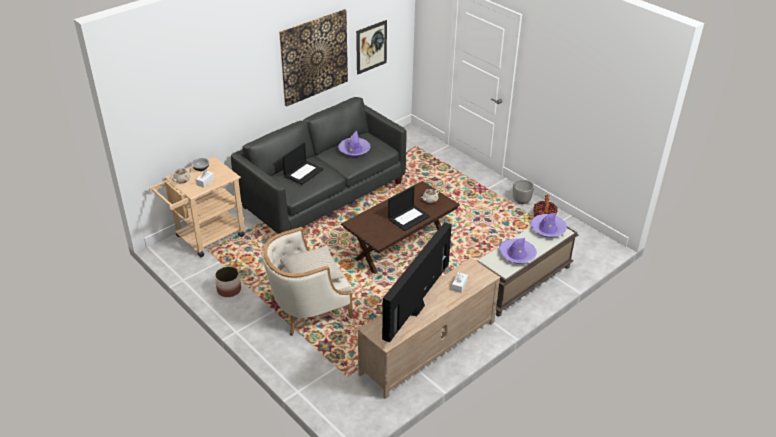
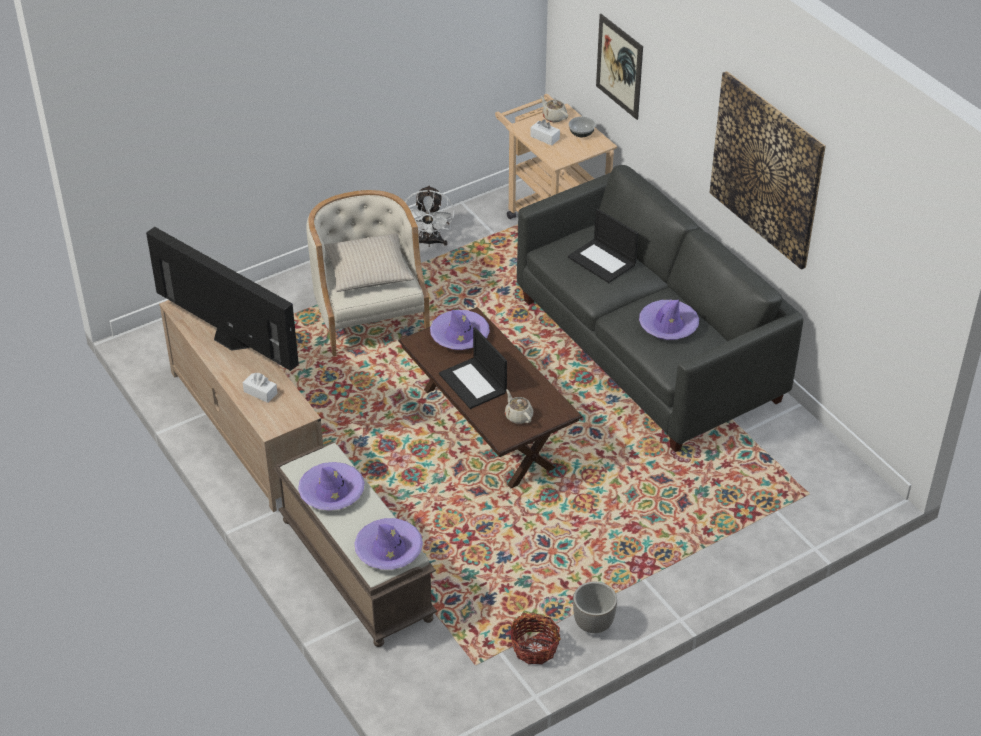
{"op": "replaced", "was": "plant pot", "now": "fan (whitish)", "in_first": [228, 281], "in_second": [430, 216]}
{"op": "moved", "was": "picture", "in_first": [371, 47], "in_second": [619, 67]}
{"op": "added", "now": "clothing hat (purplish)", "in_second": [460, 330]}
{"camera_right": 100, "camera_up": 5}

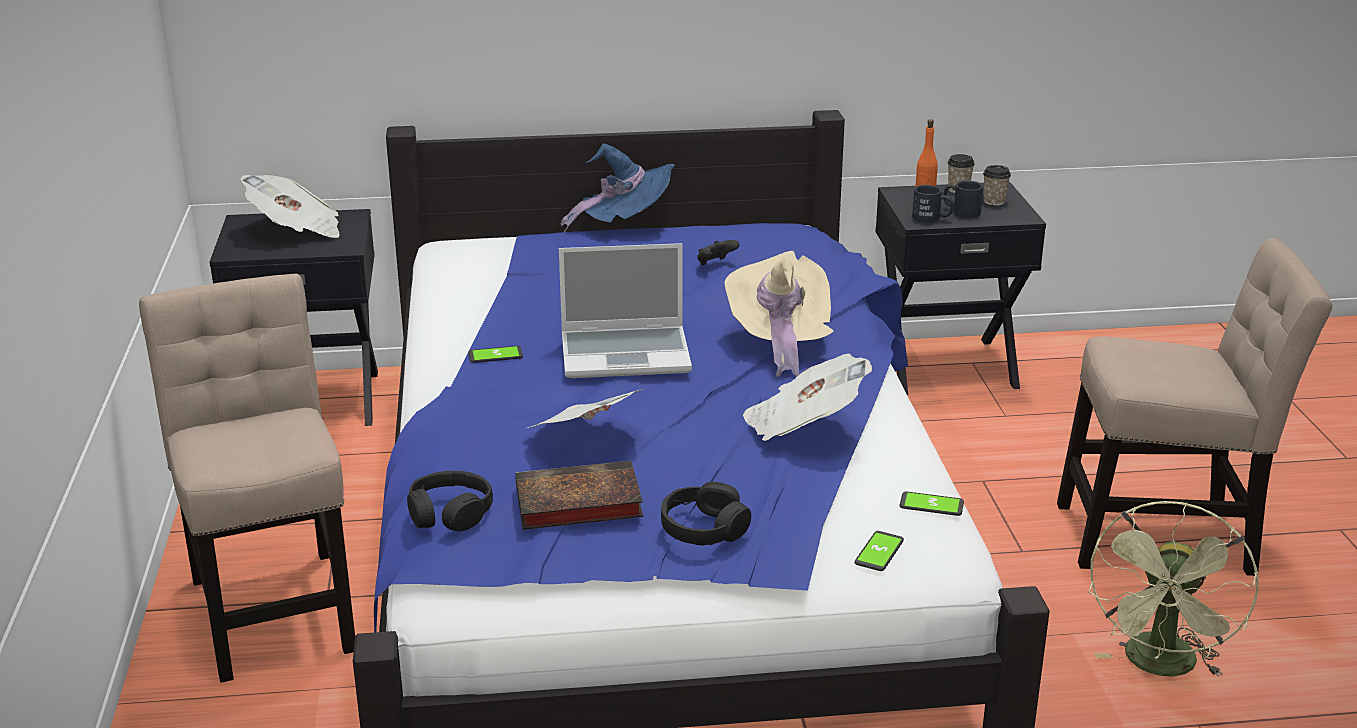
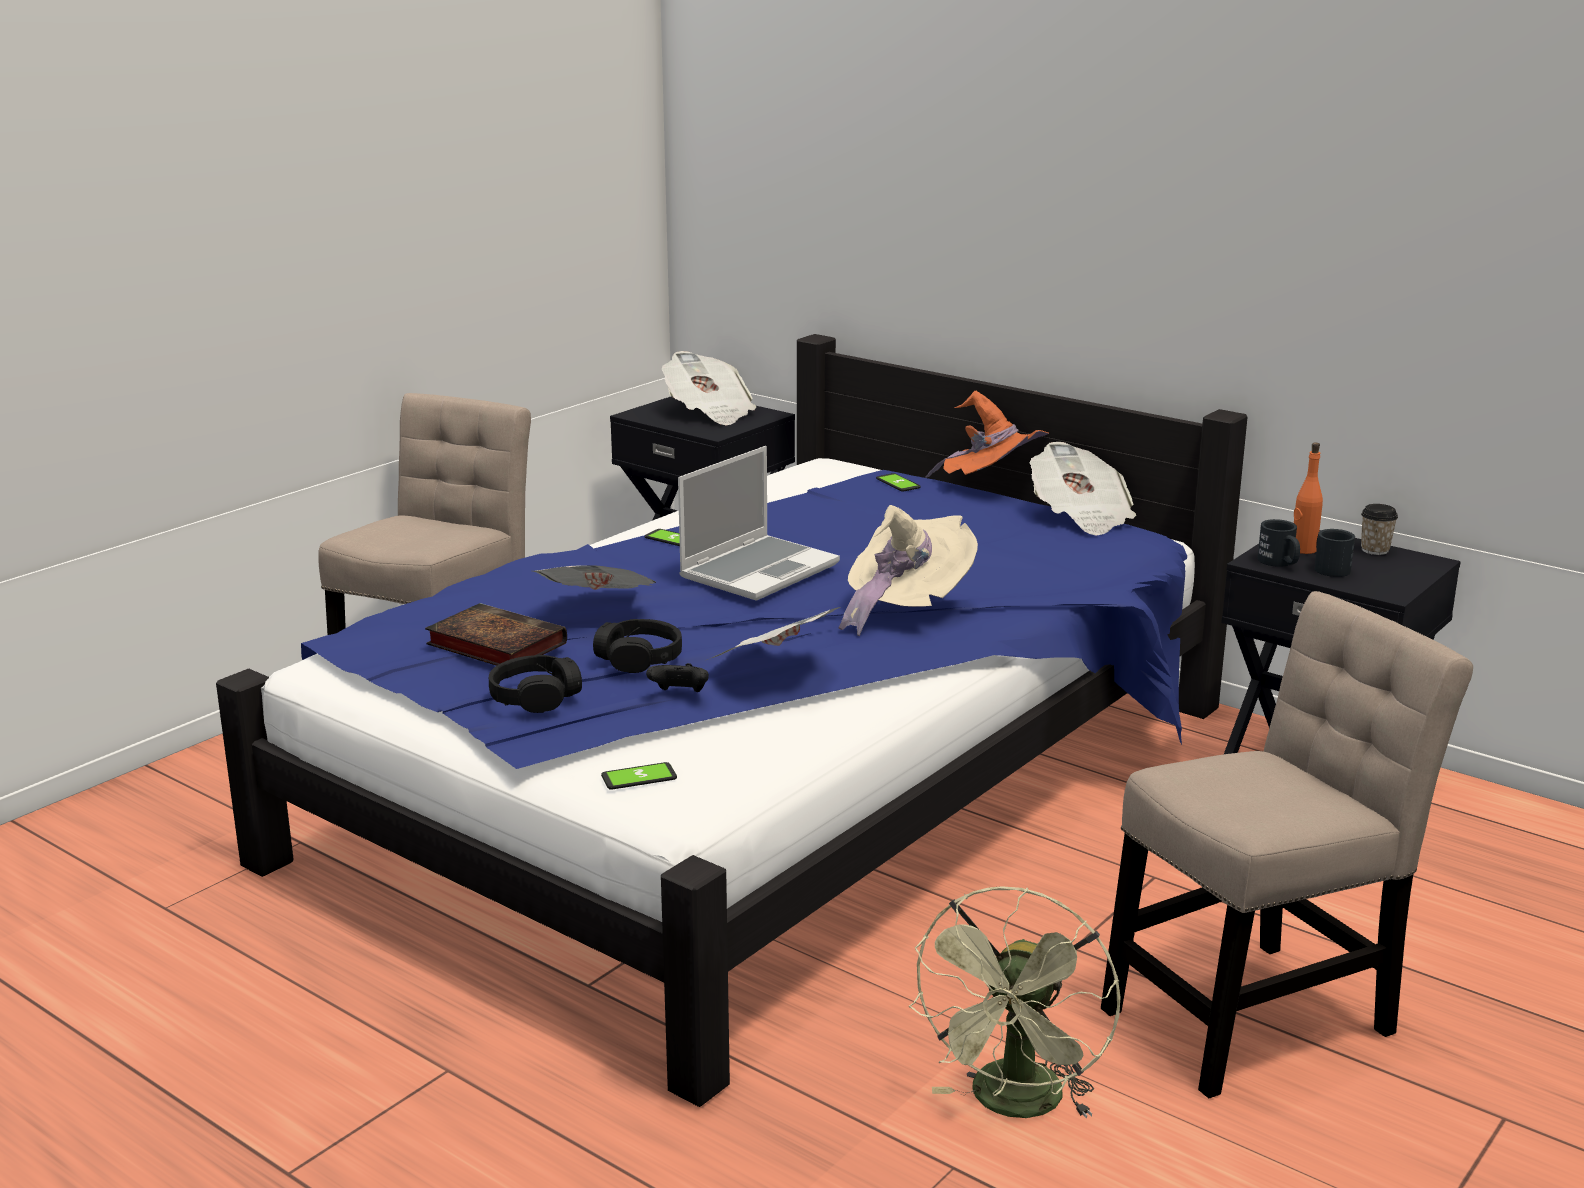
{"op": "moved", "was": "headset (black)", "in_first": [450, 501], "in_second": [637, 646]}
{"op": "turned", "was": "notebook computer", "in_first": [625, 310], "in_second": [759, 523], "clockwise": -90}
{"op": "recoloured", "was": "clothing hat (blue-coloured)", "now": "clothing hat (orange-coloured)", "in_first": [617, 188], "in_second": [987, 434]}
{"op": "moved", "was": "gamepad (black)", "in_first": [718, 252], "in_second": [677, 677]}
{"op": "moved", "was": "handset", "in_first": [932, 503], "in_second": [898, 482]}
{"op": "removed", "was": "drinking cup", "in_first": [997, 185]}
{"op": "turned", "was": "plain chair (beige-coloured)", "in_first": [1194, 407], "in_second": [1287, 844], "clockwise": -75}
{"op": "turned", "was": "fan (green-coloured)", "in_first": [1173, 589], "in_second": [1015, 1002], "clockwise": -45}
{"op": "added", "now": "printed paper", "in_second": [1083, 489]}
{"camera_right": 45, "camera_up": -5}

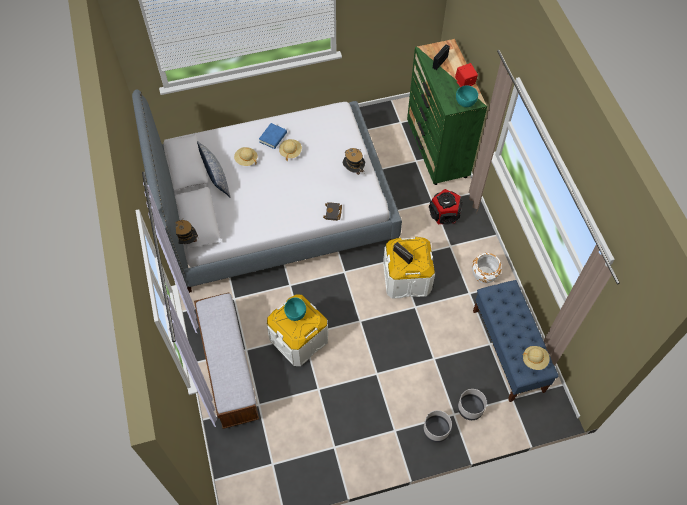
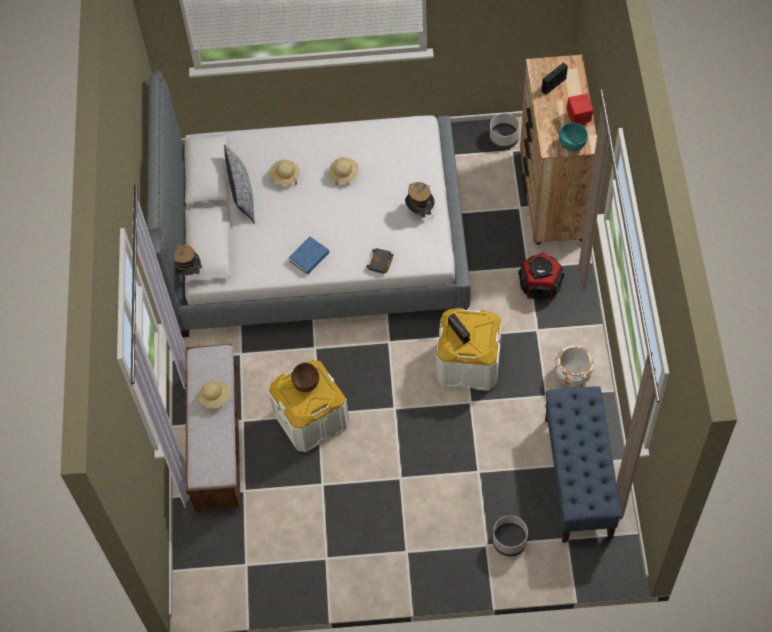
{"op": "moved", "was": "volume (blue-coloured)", "in_first": [273, 136], "in_second": [309, 255]}
{"op": "recoloured", "was": "bowl (turquoise)", "now": "bowl (brown)", "in_first": [295, 309], "in_second": [305, 377]}
{"op": "recoloured", "was": "drawer chest (green-coloured)", "now": "drawer chest (brown)", "in_first": [447, 112], "in_second": [558, 150]}
{"op": "moved", "was": "plant pot (greyish)", "in_first": [437, 426], "in_second": [504, 131]}
{"op": "moved", "was": "clothing hat (beige-coloured)", "in_first": [536, 358], "in_second": [214, 394]}
{"camera_right": 15, "camera_up": 0}

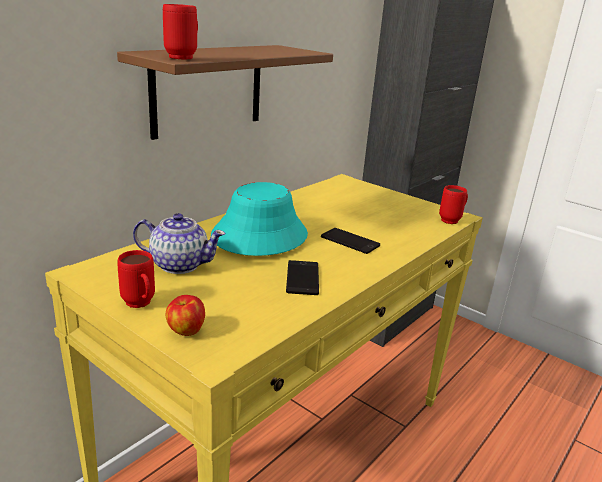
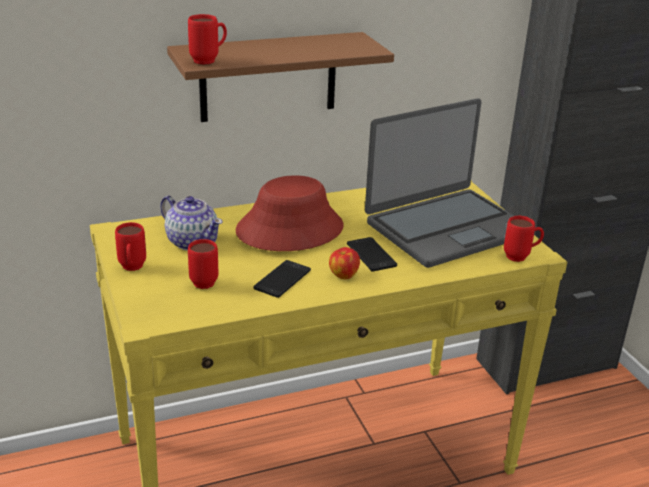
{"op": "moved", "was": "whole apple", "in_first": [185, 315], "in_second": [344, 263]}
{"op": "recoloured", "was": "clothing hat (turquoise)", "now": "clothing hat (red)", "in_first": [259, 219], "in_second": [289, 213]}
{"op": "added", "now": "mug (red)", "in_second": [203, 264]}
{"op": "added", "now": "notebook computer", "in_second": [439, 183]}
{"camera_right": 30, "camera_up": 5}

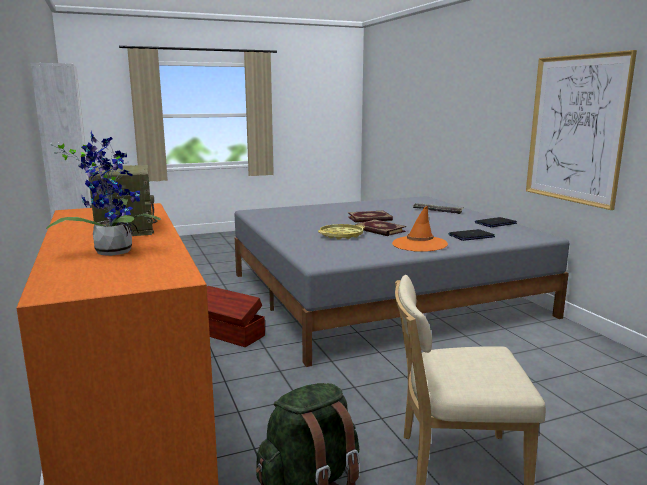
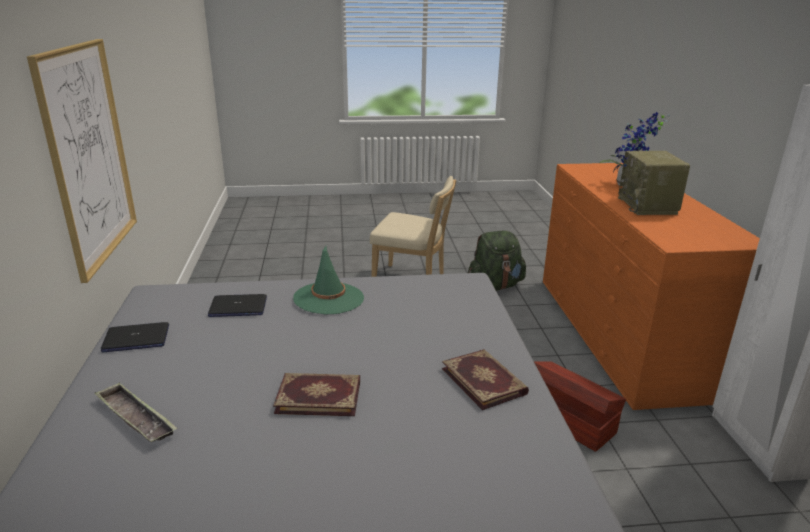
{"op": "removed", "was": "serving tray (yellow-coloured)", "in_first": [341, 232]}
{"op": "moved", "was": "volume", "in_first": [380, 227], "in_second": [485, 379]}
{"op": "recoloured", "was": "clothing hat (orange-coloured)", "now": "clothing hat (green-coloured)", "in_first": [420, 229], "in_second": [328, 280]}
{"camera_right": -165, "camera_up": 10}

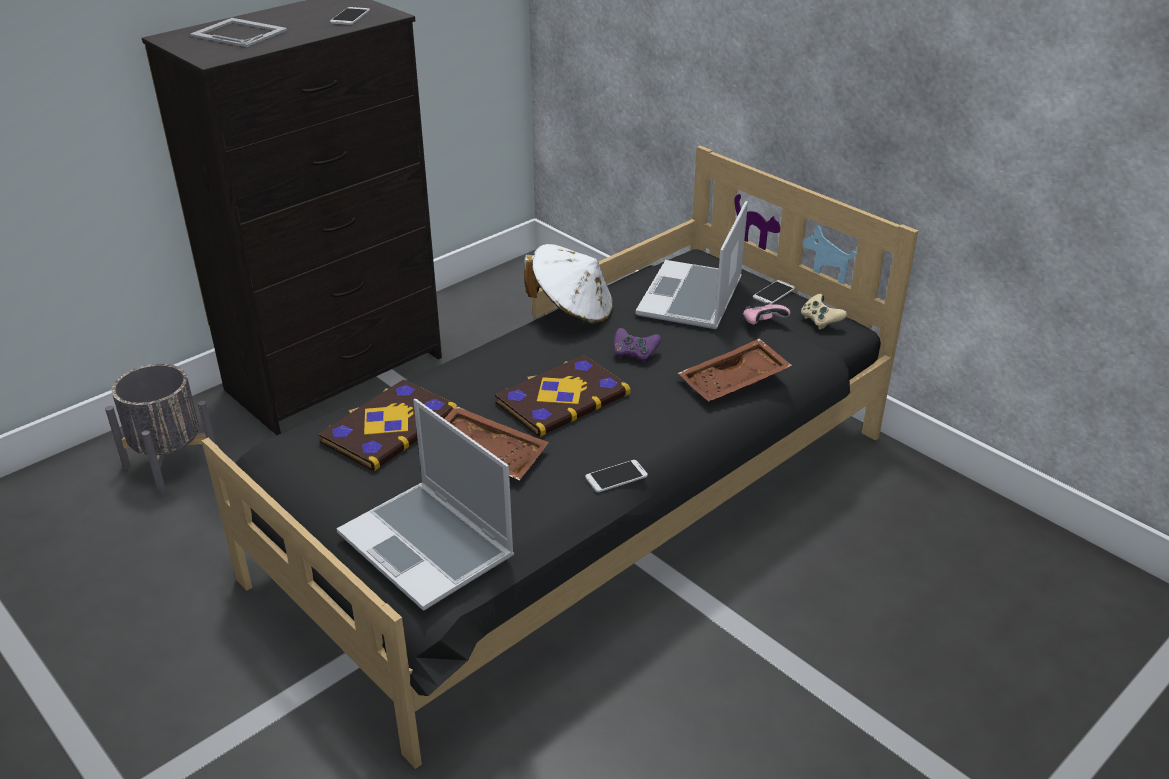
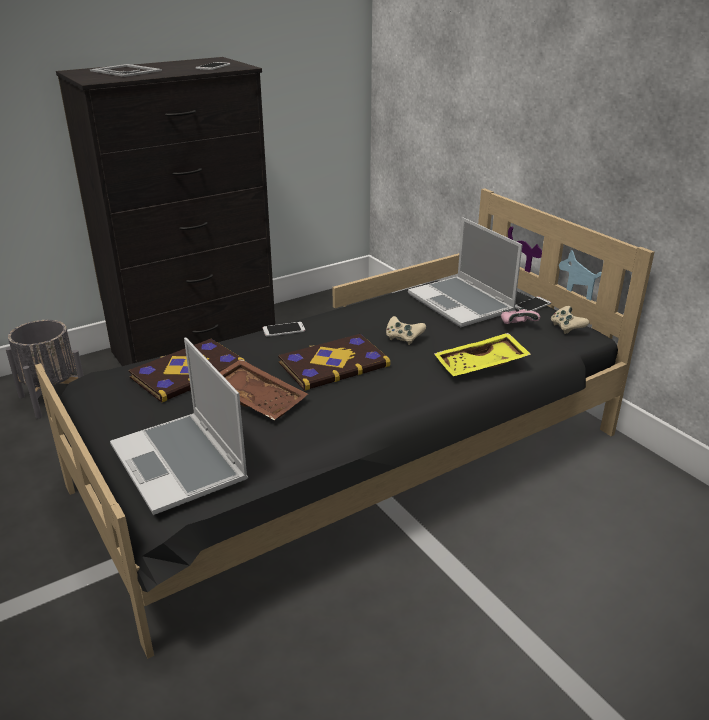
{"op": "removed", "was": "clothing hat (whitish)", "in_first": [568, 284]}
{"op": "moved", "was": "handset", "in_first": [616, 476], "in_second": [284, 329]}
{"op": "recoloured", "was": "gamepad (purplish)", "now": "gamepad (beige-coloured)", "in_first": [637, 345], "in_second": [406, 330]}
{"op": "turned", "was": "notebook computer", "in_first": [691, 265], "in_second": [465, 272], "clockwise": -60}
{"op": "recoloured", "was": "serving tray (brown)", "now": "serving tray (yellow-coloured)", "in_first": [735, 370], "in_second": [483, 354]}
{"camera_right": 10, "camera_up": -5}

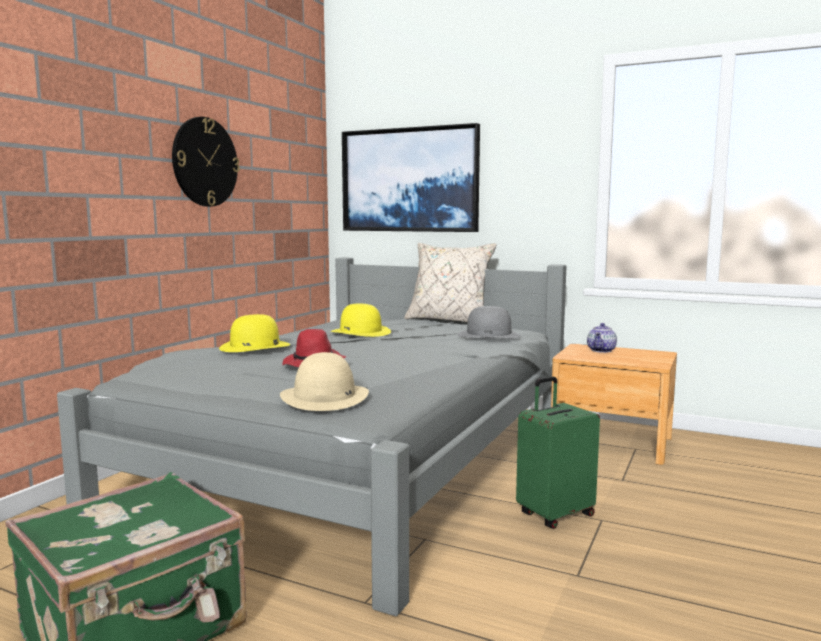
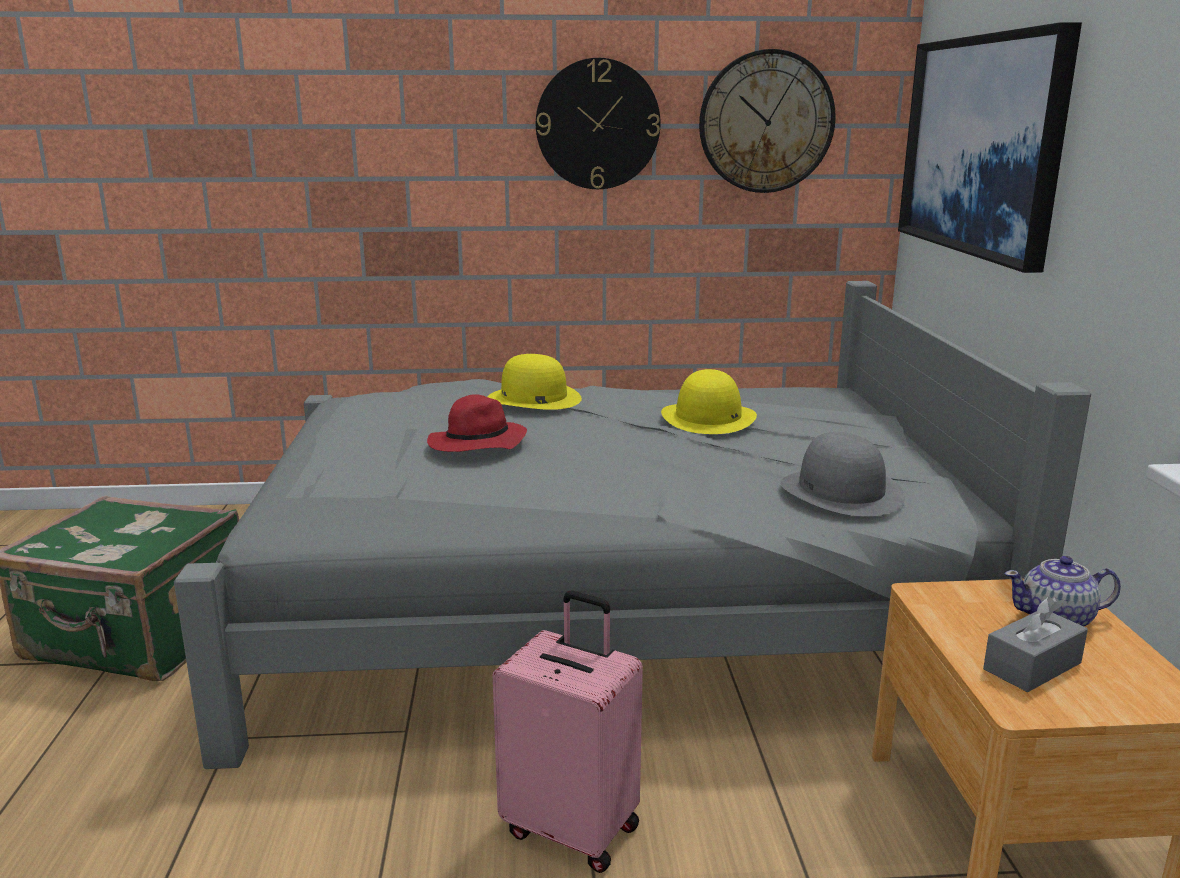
{"op": "removed", "was": "clothing hat (beige-coloured)", "in_first": [324, 381]}
{"op": "removed", "was": "throw pillow (beige-coloured)", "in_first": [450, 283]}
{"op": "recoloured", "was": "piece of luggage (green-coloured)", "now": "piece of luggage (pinkish)", "in_first": [558, 453], "in_second": [568, 732]}
{"op": "added", "now": "hanging clock", "in_second": [767, 121]}
{"op": "added", "now": "tissue box (greyish)", "in_second": [1035, 644]}
{"camera_right": 60, "camera_up": 10}

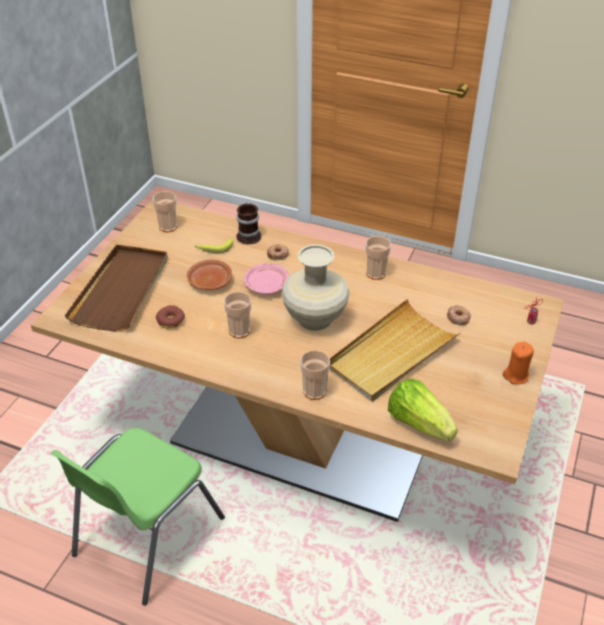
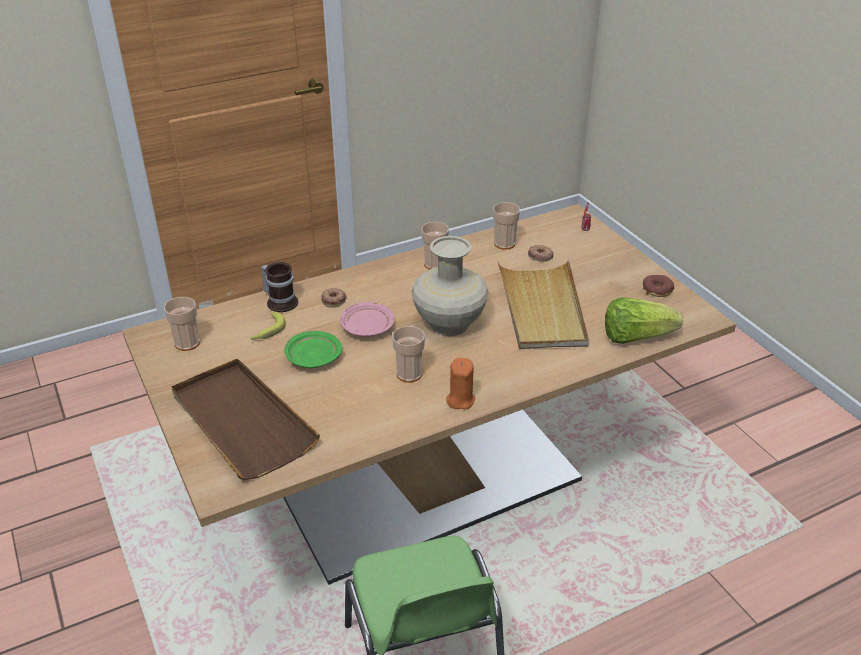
{"op": "moved", "was": "doughnut", "in_first": [170, 317], "in_second": [658, 286]}
{"op": "recoloured", "was": "plate (brown)", "now": "plate (green-coloured)", "in_first": [209, 275], "in_second": [313, 349]}
{"op": "moved", "was": "drinking cup", "in_first": [315, 375], "in_second": [506, 226]}
{"op": "moved", "was": "candle (orange-coloured)", "in_first": [518, 363], "in_second": [460, 384]}
{"camera_right": -50, "camera_up": -5}

